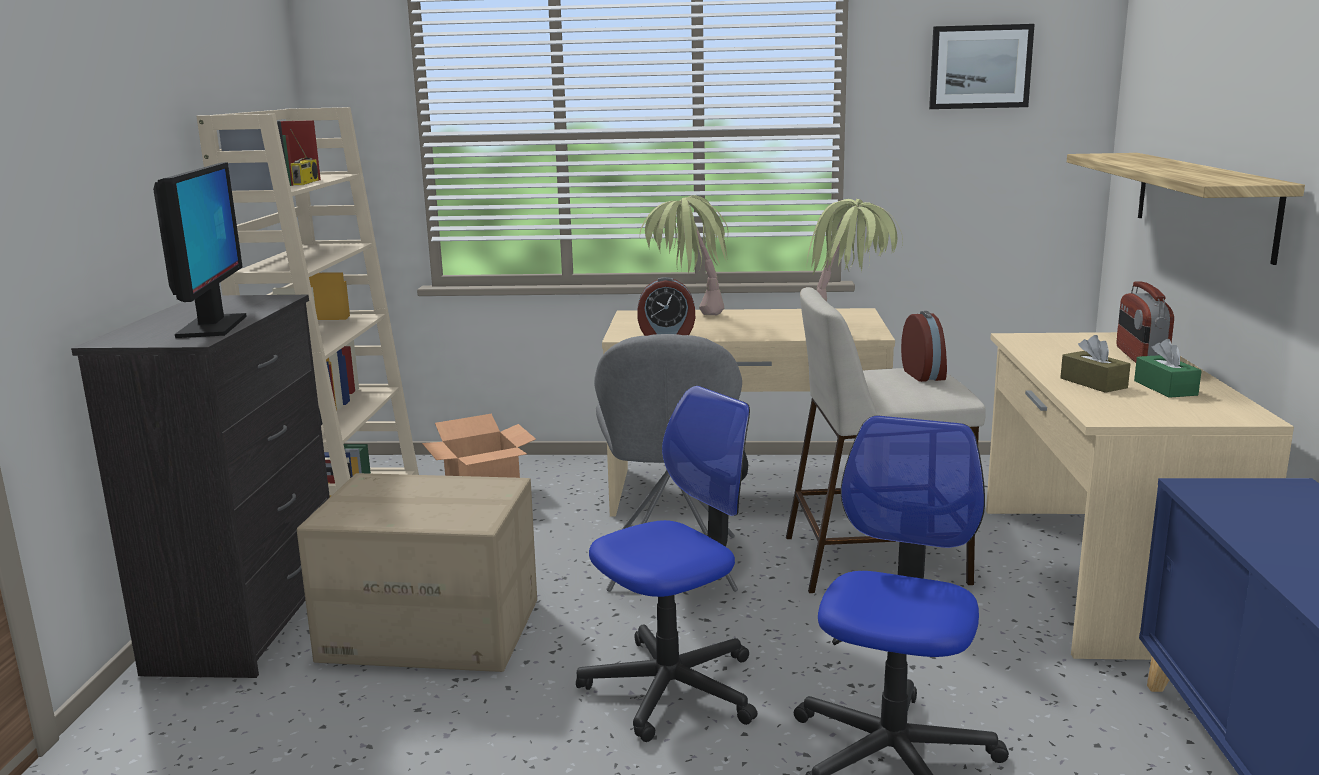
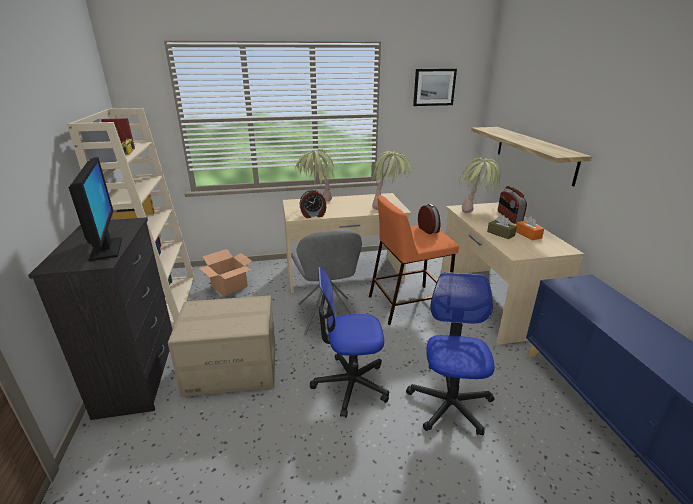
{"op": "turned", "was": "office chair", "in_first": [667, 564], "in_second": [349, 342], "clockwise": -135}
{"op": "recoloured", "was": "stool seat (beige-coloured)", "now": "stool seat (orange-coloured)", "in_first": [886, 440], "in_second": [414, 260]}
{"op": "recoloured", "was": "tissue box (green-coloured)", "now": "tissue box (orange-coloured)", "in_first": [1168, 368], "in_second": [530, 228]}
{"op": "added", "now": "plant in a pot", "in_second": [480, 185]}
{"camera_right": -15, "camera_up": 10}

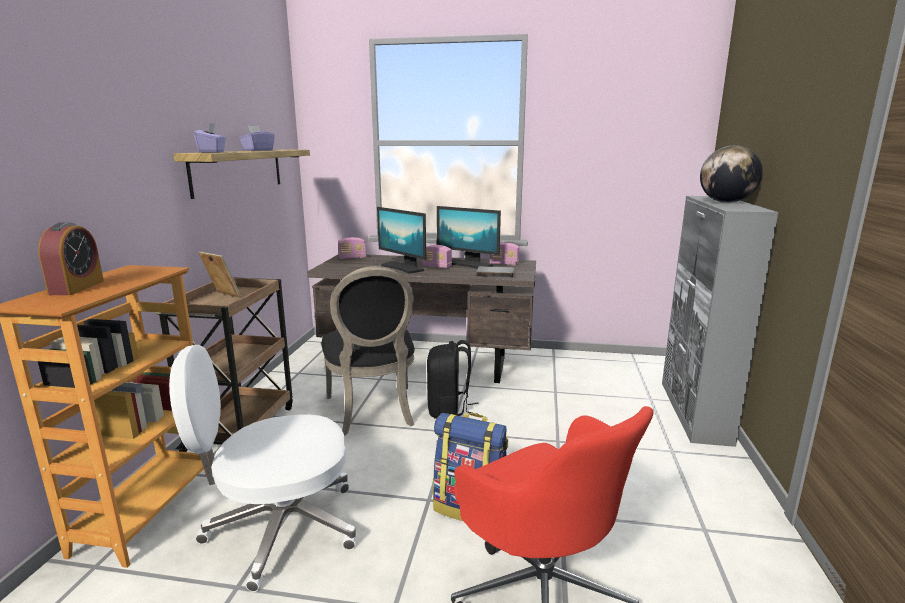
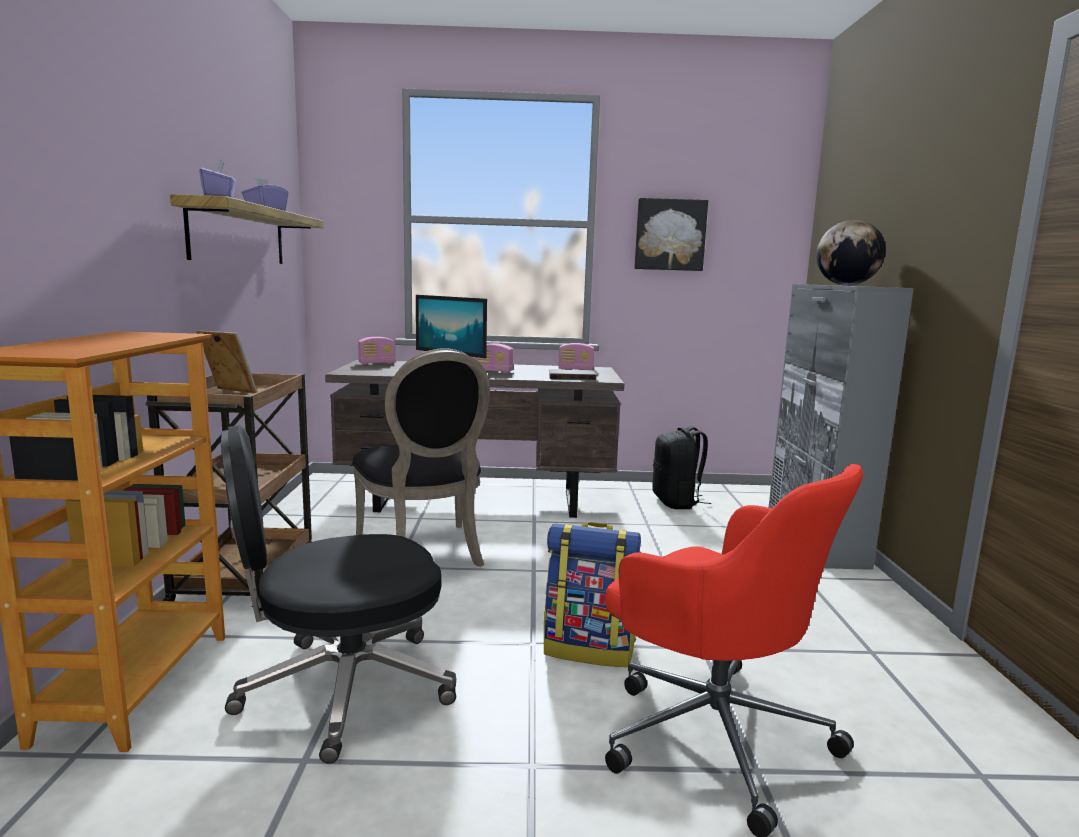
{"op": "removed", "was": "bedside clock", "in_first": [71, 258]}
{"op": "recoloured", "was": "office chair (whitish)", "now": "office chair (black)", "in_first": [262, 468], "in_second": [338, 594]}
{"op": "moved", "was": "backpack (black)", "in_first": [453, 379], "in_second": [682, 467]}
{"op": "removed", "was": "computer display", "in_first": [469, 237]}
{"op": "added", "now": "picture", "in_second": [671, 234]}
{"camera_right": -10, "camera_up": -5}

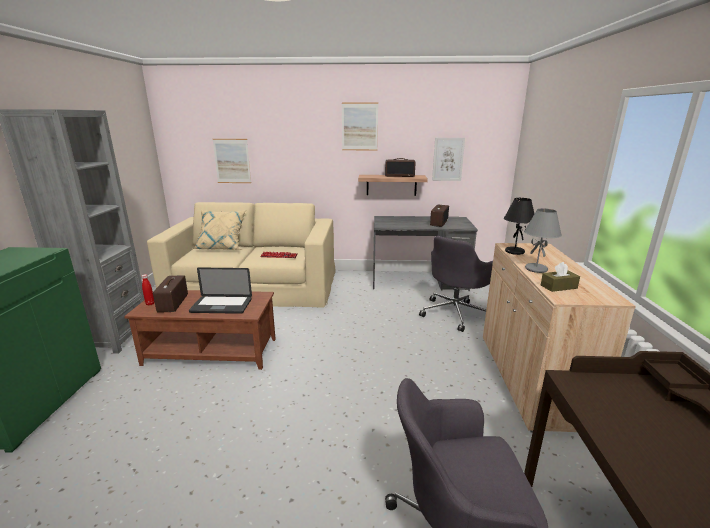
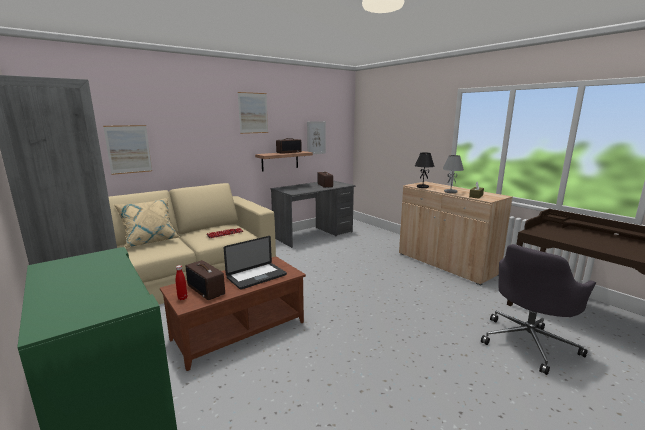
{"op": "removed", "was": "office chair (greyish)", "in_first": [456, 284]}
{"camera_right": -40, "camera_up": -5}

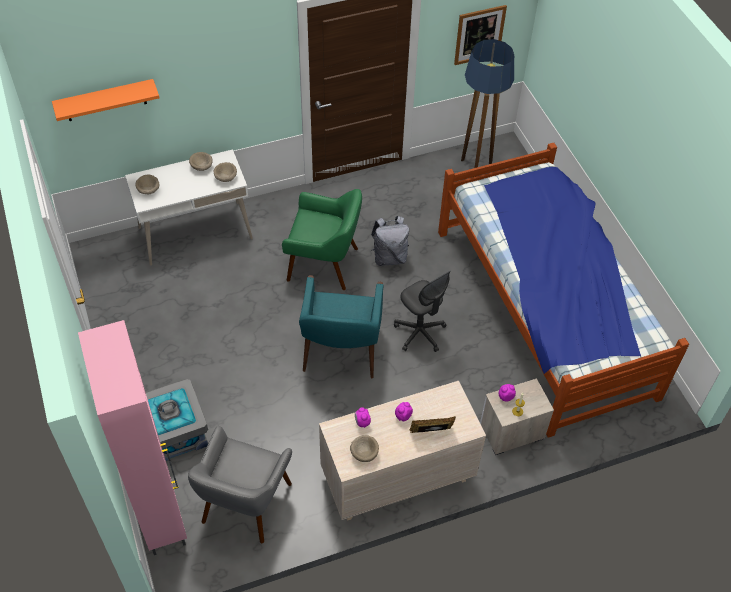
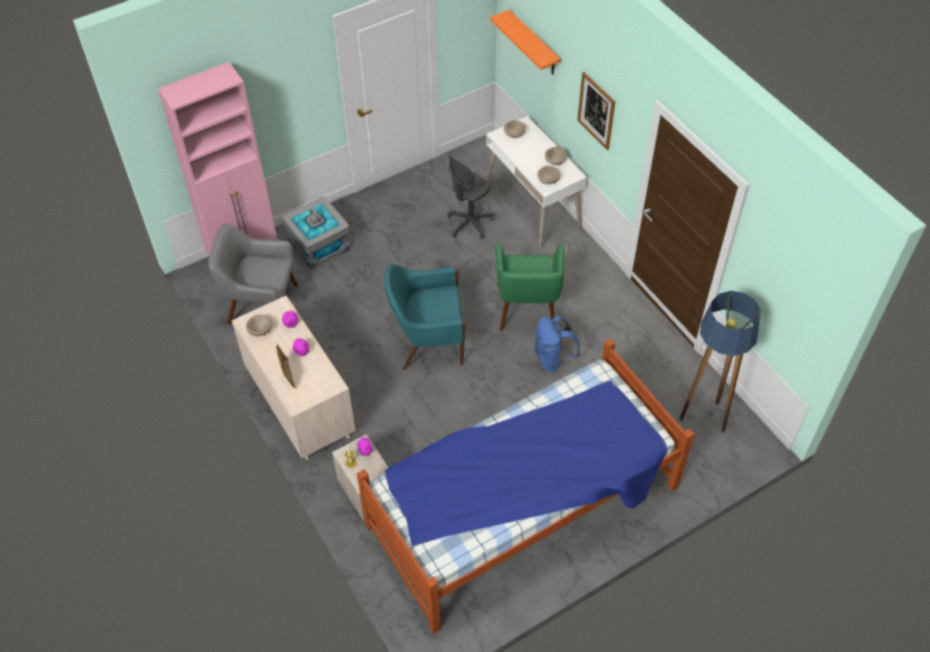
{"op": "recoloured", "was": "backpack (greyish)", "now": "backpack (blue-coloured)", "in_first": [390, 241], "in_second": [557, 344]}
{"op": "moved", "was": "office chair (greyish)", "in_first": [422, 311], "in_second": [470, 197]}
{"op": "moved", "was": "picture", "in_first": [480, 35], "in_second": [596, 111]}
{"camera_right": 80, "camera_up": 0}

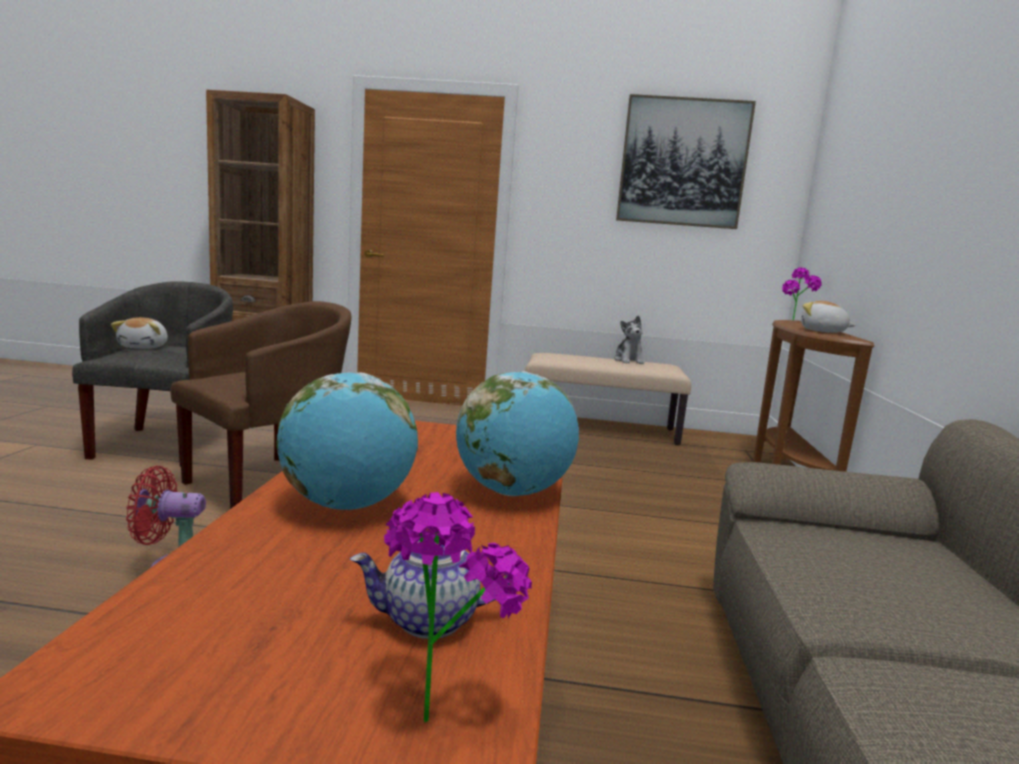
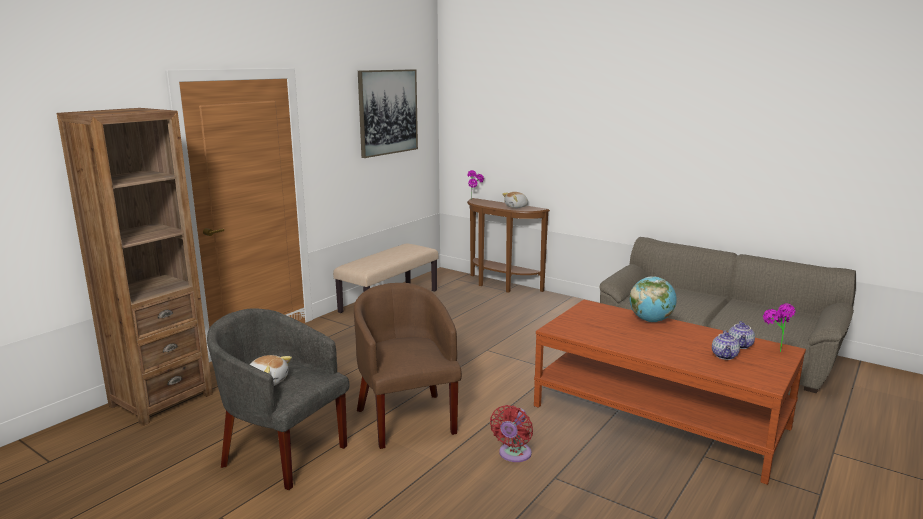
{"op": "removed", "was": "world globe", "in_first": [347, 441]}
{"op": "removed", "was": "plush toy", "in_first": [629, 340]}
{"op": "added", "now": "pot for tea", "in_second": [726, 345]}
{"camera_right": -60, "camera_up": 5}

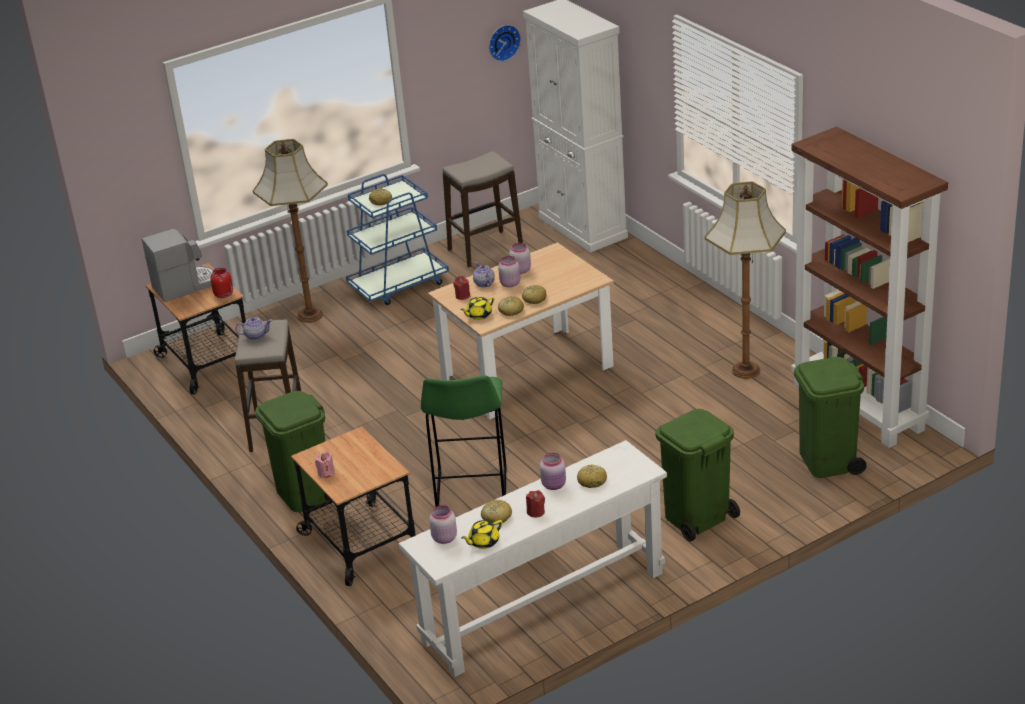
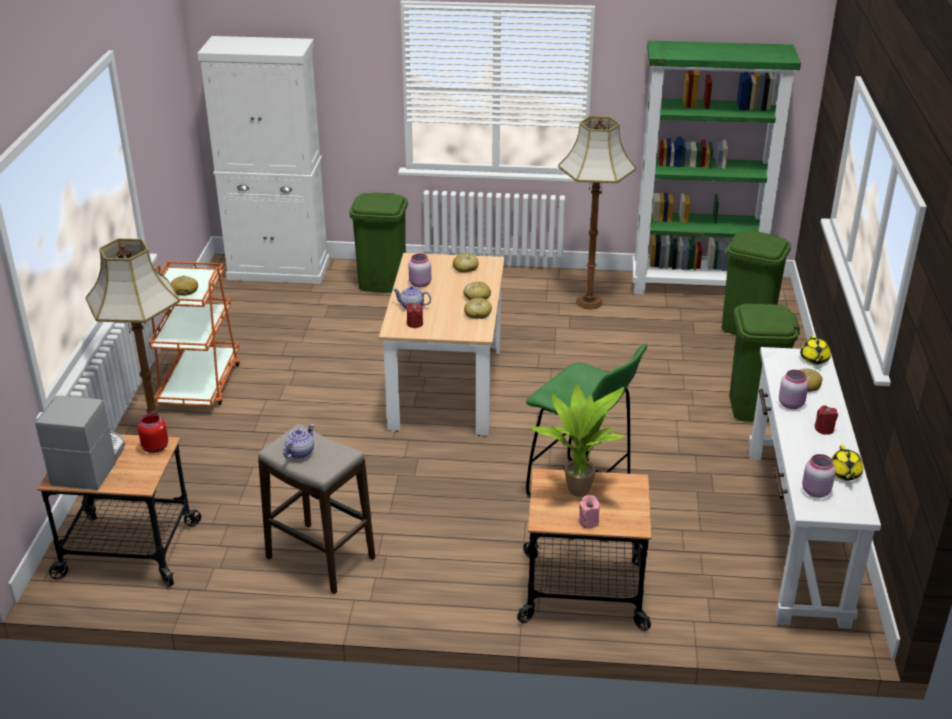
{"op": "moved", "was": "rubbish bin (green-coloured)", "in_first": [293, 451], "in_second": [378, 242]}
{"op": "recoloured", "was": "trolley (blue-coloured)", "now": "trolley (orange-coloured)", "in_first": [397, 239], "in_second": [194, 334]}
{"op": "removed", "was": "stool seat", "in_first": [483, 209]}
{"op": "moved", "was": "pot for tea (yellow-coloured)", "in_first": [477, 308], "in_second": [815, 349]}
{"op": "moved", "was": "baked bread", "in_first": [496, 512], "in_second": [466, 262]}
{"op": "removed", "was": "hanging clock", "in_first": [505, 43]}
{"op": "removed", "was": "storage jar (pinkish)", "in_first": [509, 271]}
{"op": "recoloured", "was": "bookshelf (brown)", "now": "bookshelf (green-coloured)", "in_first": [869, 287], "in_second": [716, 168]}
{"op": "added", "now": "plant in a pot", "in_second": [578, 440]}
{"camera_right": -55, "camera_up": 0}

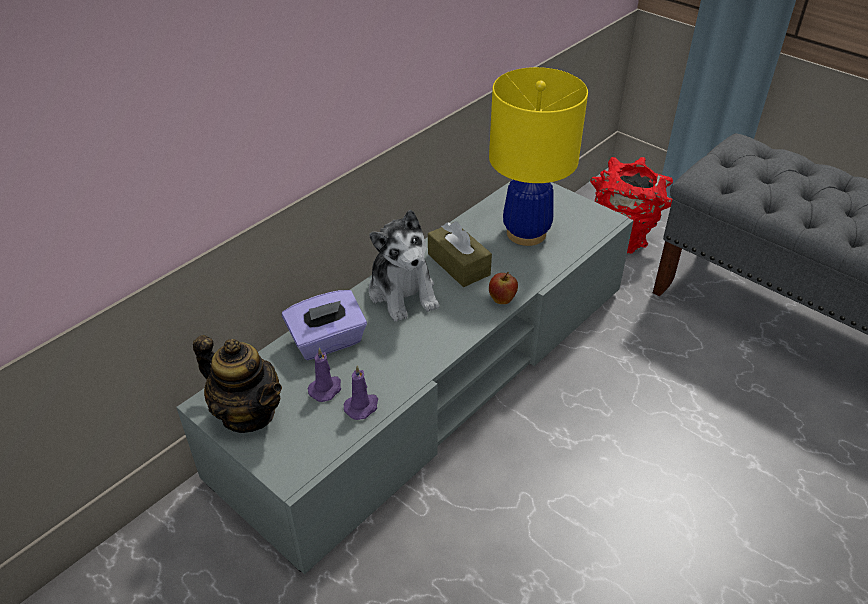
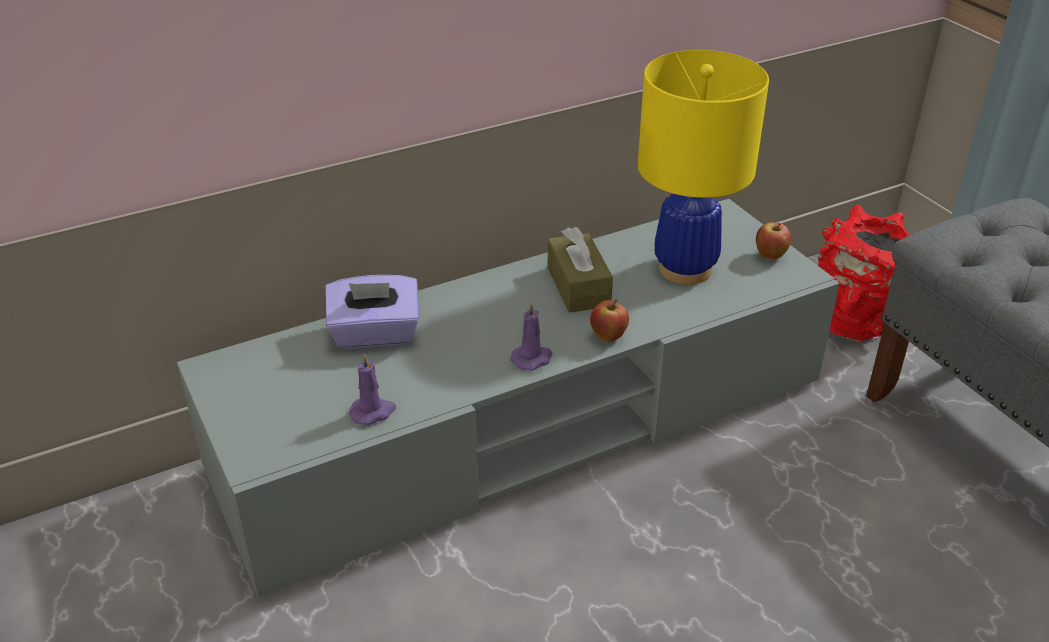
{"op": "removed", "was": "pot for tea", "in_first": [237, 384]}
{"op": "moved", "was": "candle (purplish)", "in_first": [324, 374], "in_second": [531, 335]}
{"op": "removed", "was": "plush toy", "in_first": [404, 266]}
{"op": "added", "now": "whole apple", "in_second": [773, 240]}
{"camera_right": 20, "camera_up": -5}

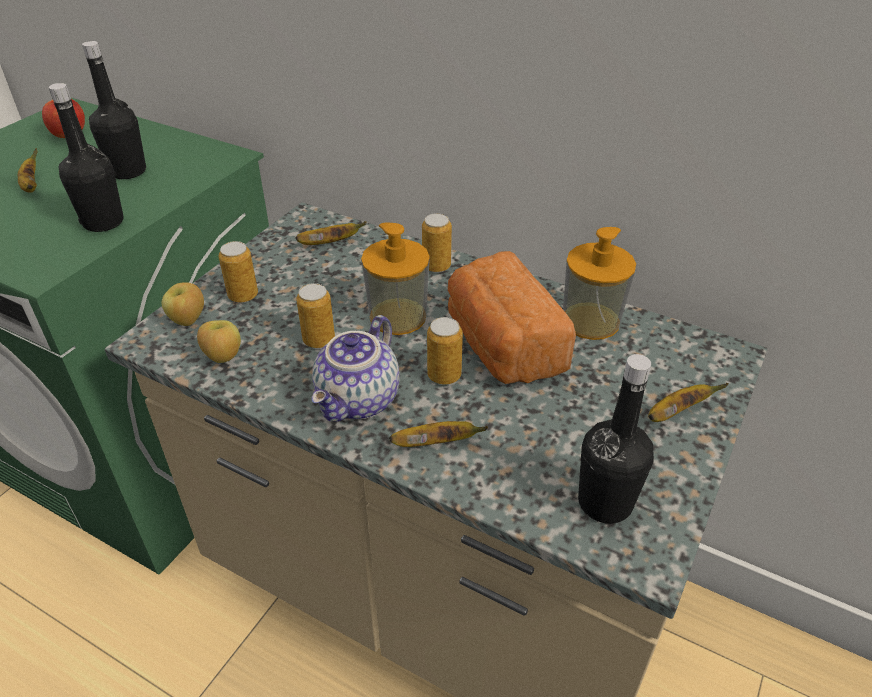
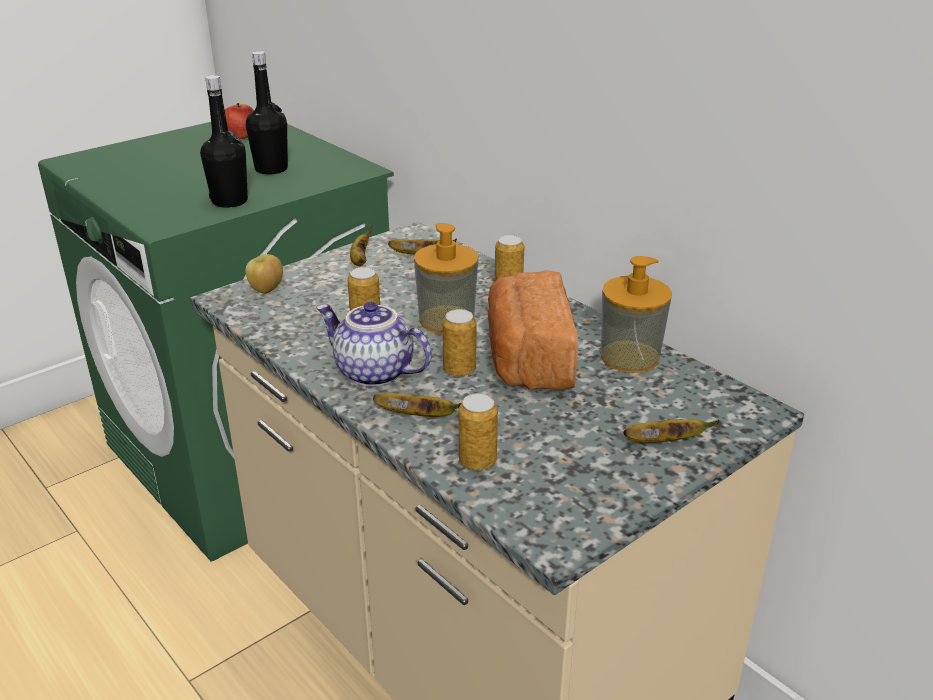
{"op": "moved", "was": "banana", "in_first": [28, 170], "in_second": [361, 246]}
{"op": "removed", "was": "whole apple", "in_first": [219, 341]}
{"op": "moved", "was": "metal can", "in_first": [238, 272], "in_second": [478, 431]}
{"op": "turned", "was": "pot for tea", "in_first": [355, 368], "in_second": [373, 344], "clockwise": 75}
{"op": "removed", "was": "bottle (black)", "in_first": [616, 439]}
{"camera_right": 20, "camera_up": -10}

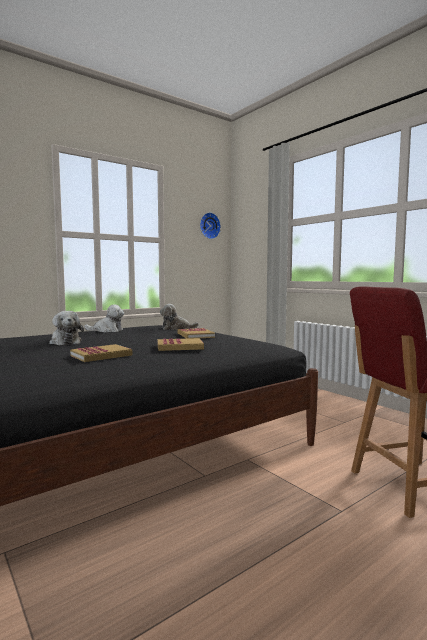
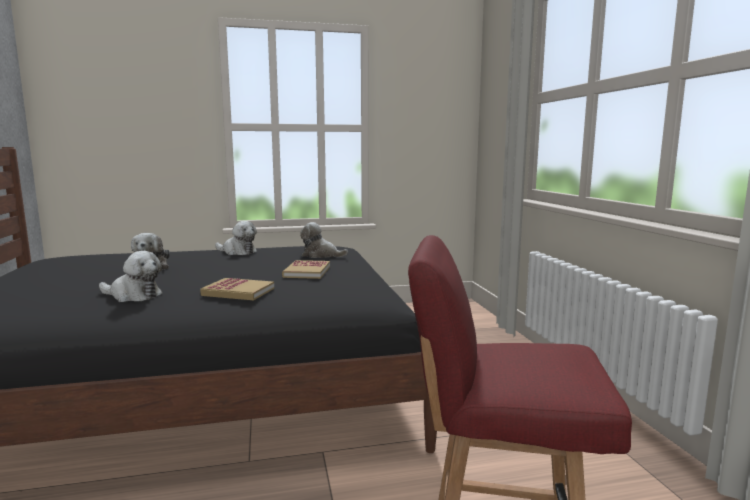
{"op": "replaced", "was": "volume", "now": "plush toy", "in_first": [101, 353], "in_second": [130, 276]}
{"op": "removed", "was": "hanging clock", "in_first": [210, 225]}
{"camera_right": 25, "camera_up": 5}

